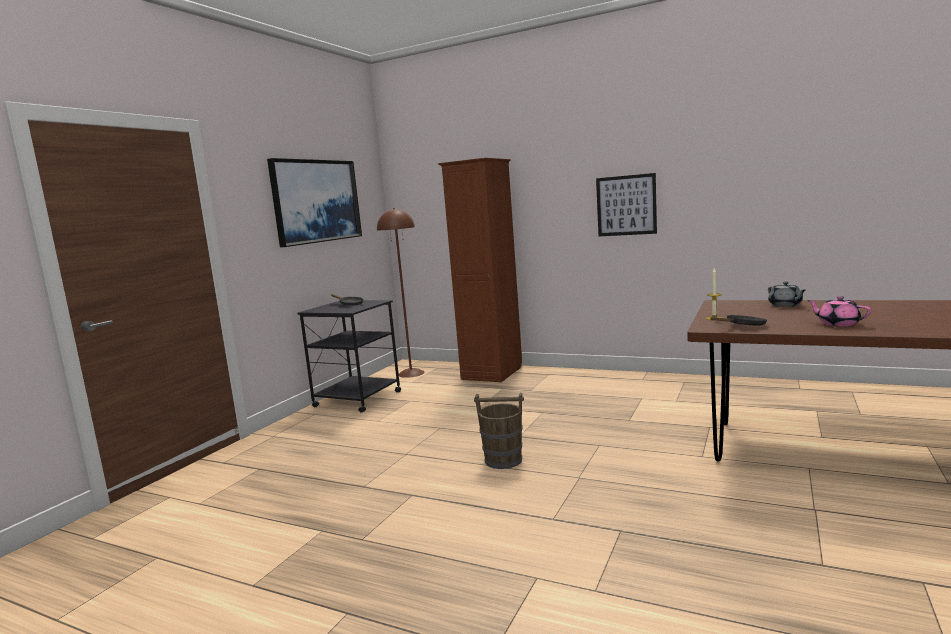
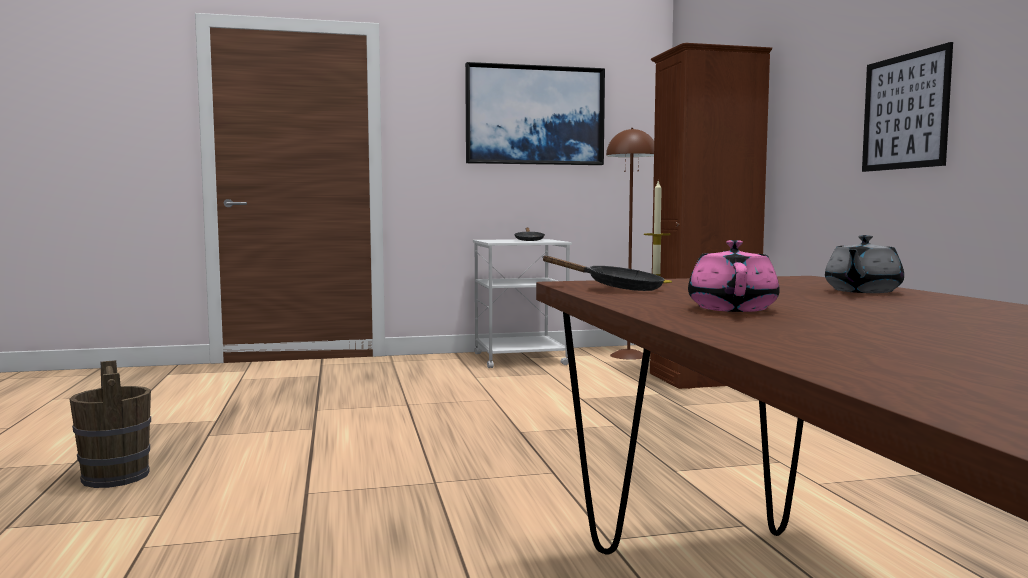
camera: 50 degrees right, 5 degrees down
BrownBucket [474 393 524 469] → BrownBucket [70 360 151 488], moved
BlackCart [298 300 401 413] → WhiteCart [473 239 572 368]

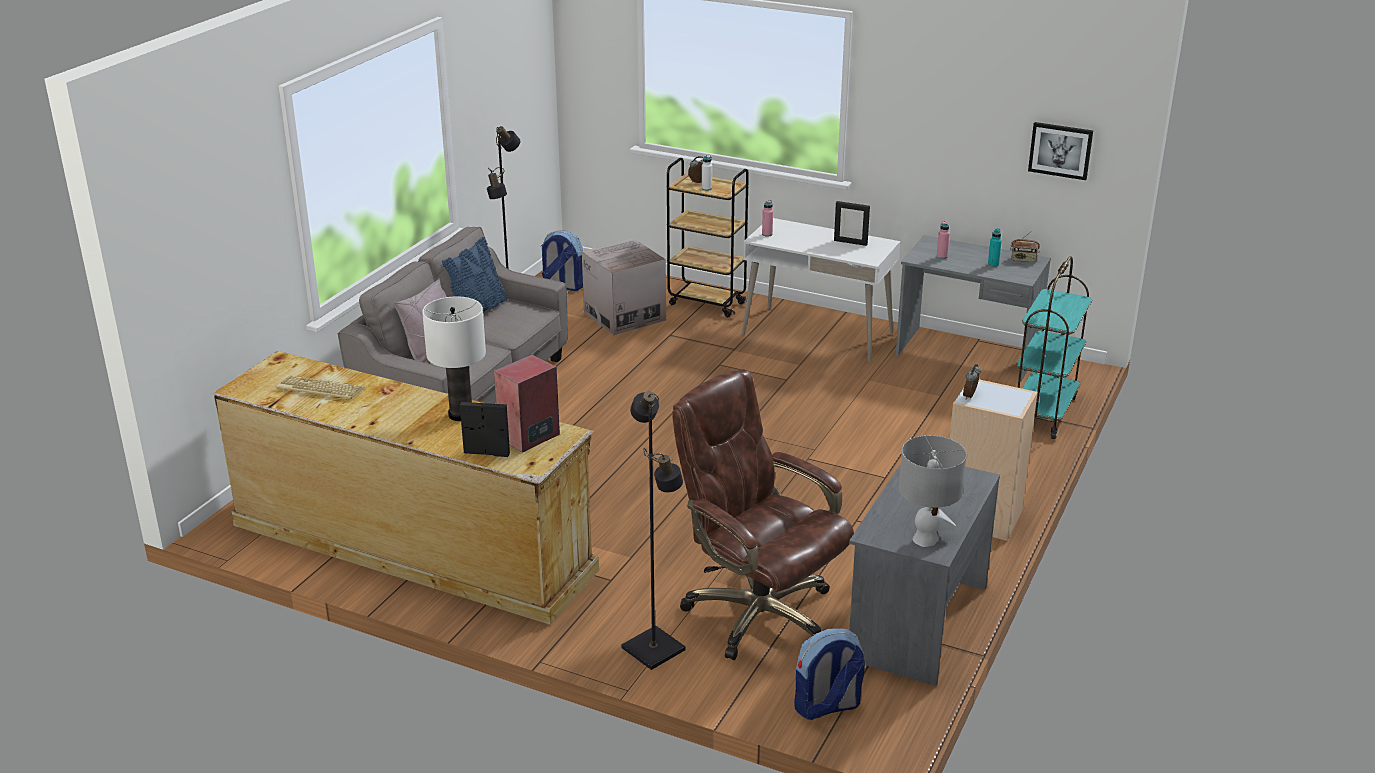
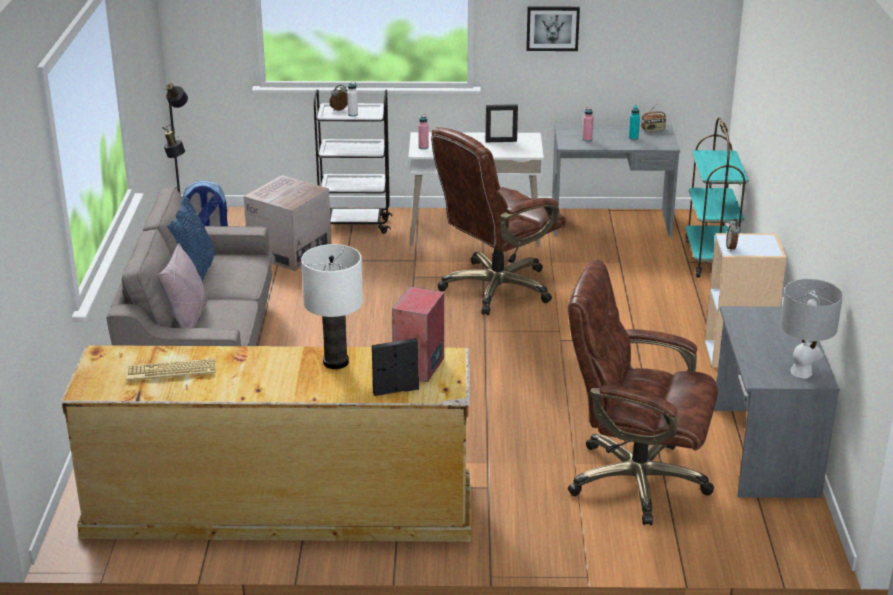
camera: 25 degrees left, 0 degrees up
BlackFloorLamp [621 391 686 670] → -
Backpack [794 628 865 720] → -
- → BrownOfficeChair [431 127 566 315]
Picture [1028 122 1093 180] → Picture [526 6 580 51], moved
BrownCart [667 158 749 317] → WhiteCart [314 89 392 234]

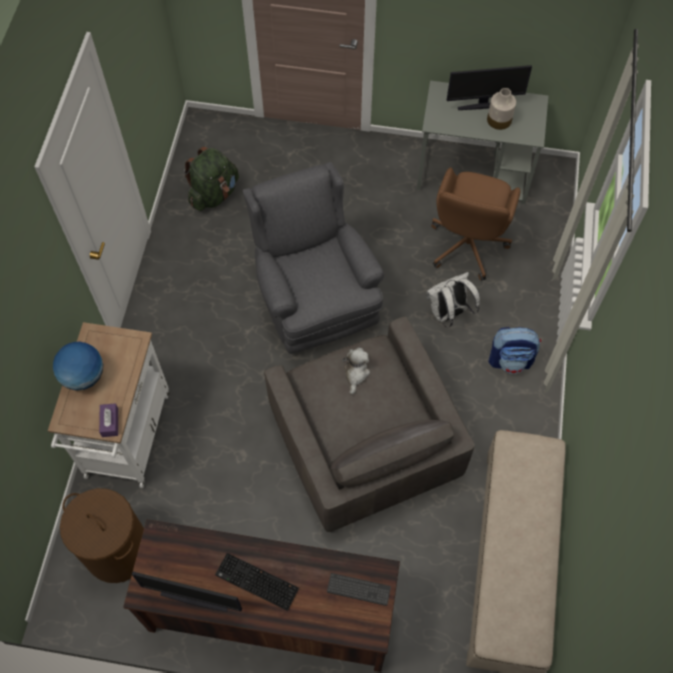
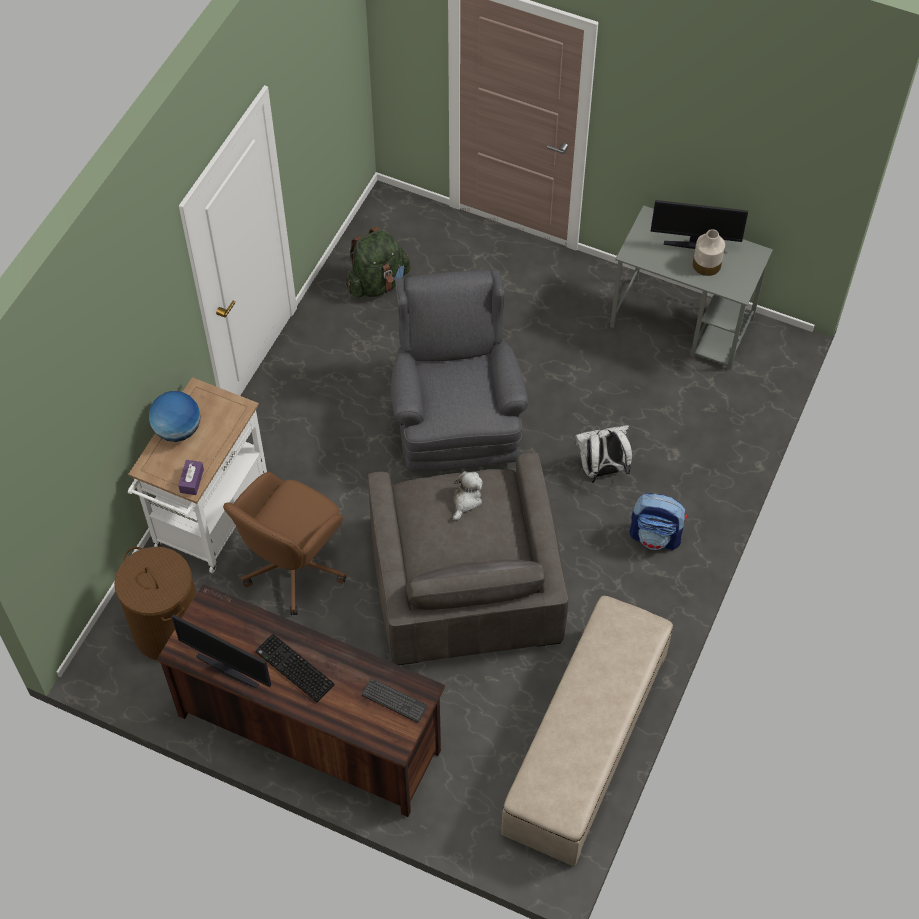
camera: 15 degrees right, 5 degrees down
BrownOfficeChair [431 167 521 281] → BrownOfficeChair [223 472 346 615], moved

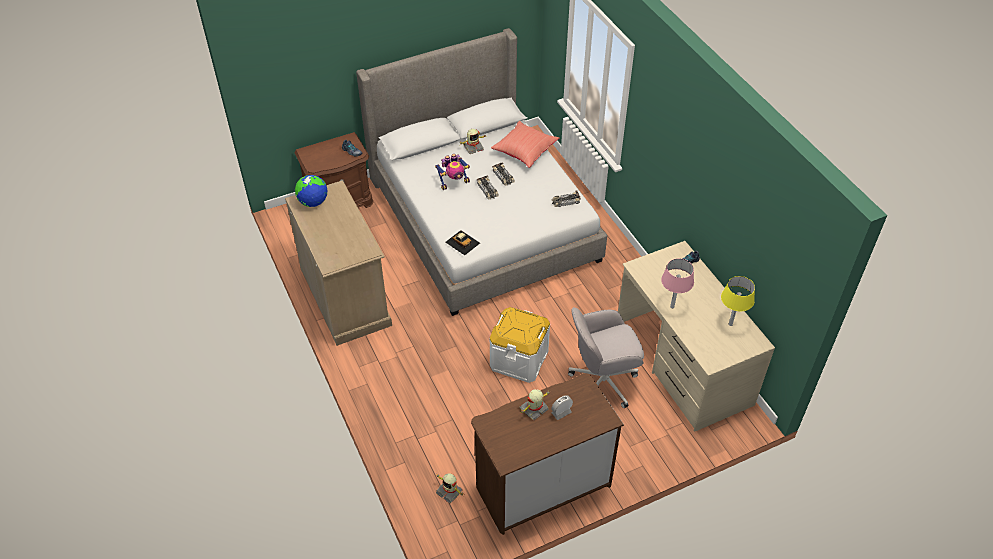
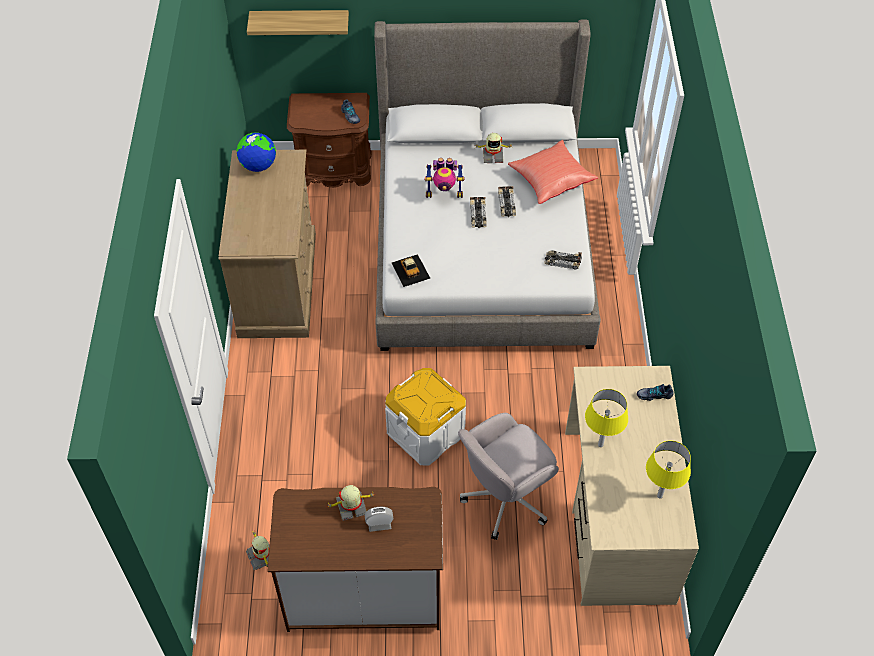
camera: 25 degrees right, 5 degrees up
- → Shelf [247 10 349 35]
PinkTableLamp [661 258 694 308] → YellowTableLamp [585 389 628 447]
GreyOfficeChair [568 307 644 408] → GreyOfficeChair [458 413 559 540], 45 degrees counterclockwise

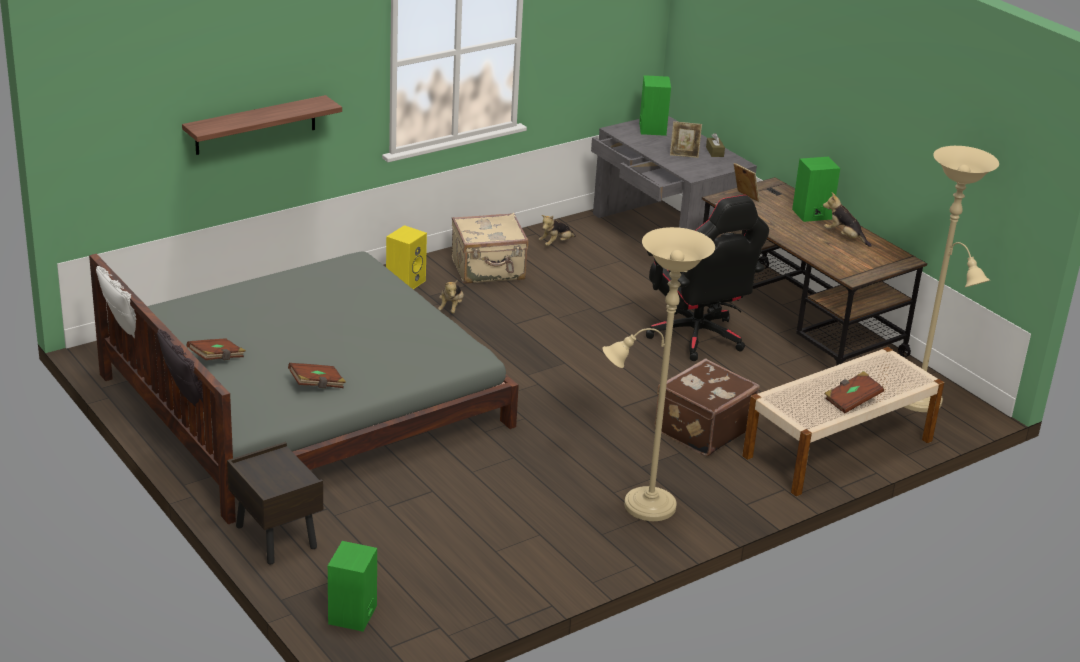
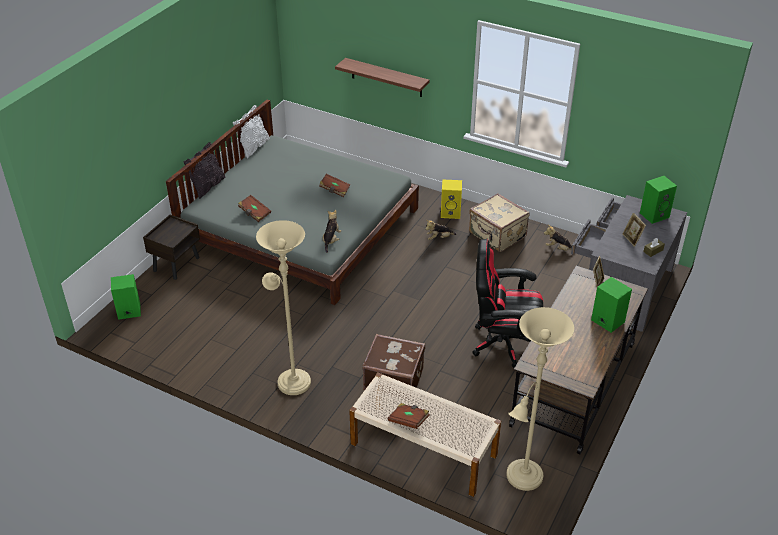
camera: 65 degrees right, 10 degrees up
BrownBook [187 338 246 360] → BrownBook [319 174 350 197], moved
PlushToy [823 192 872 247] → PlushToy [322 210 341 253], moved
BlackOfficeChair [646 195 769 361] → BlackOfficeChair [472 239 543 368], 60 degrees clockwise

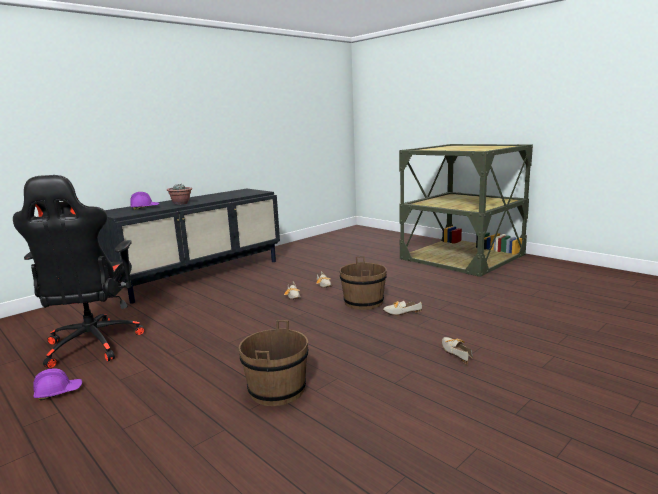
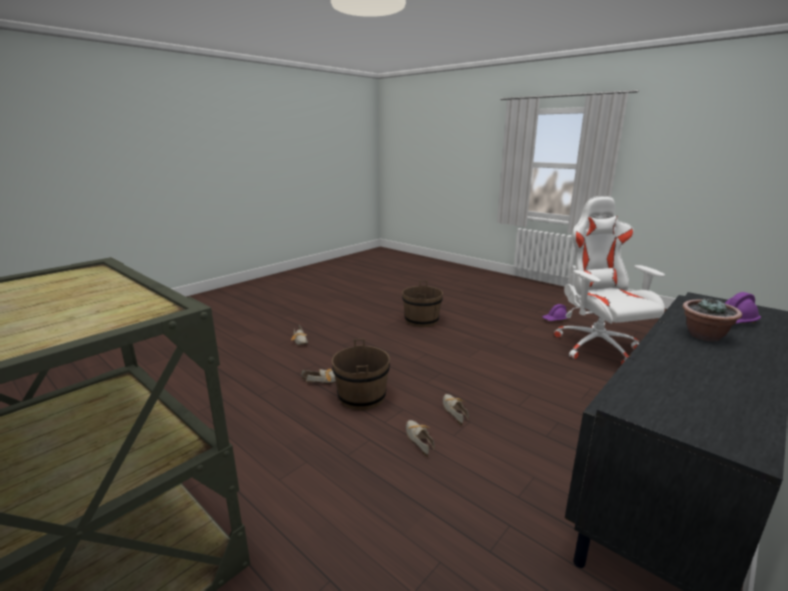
camera: 175 degrees right, 5 degrees up
BlackOfficeChair [13 175 144 368] → WhiteOfficeChair [554 196 665 365]

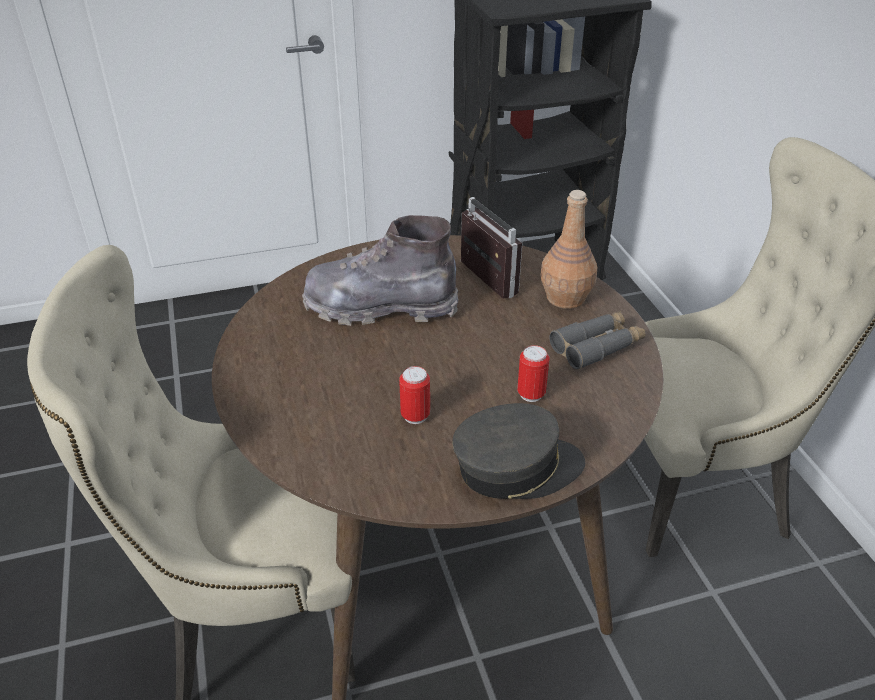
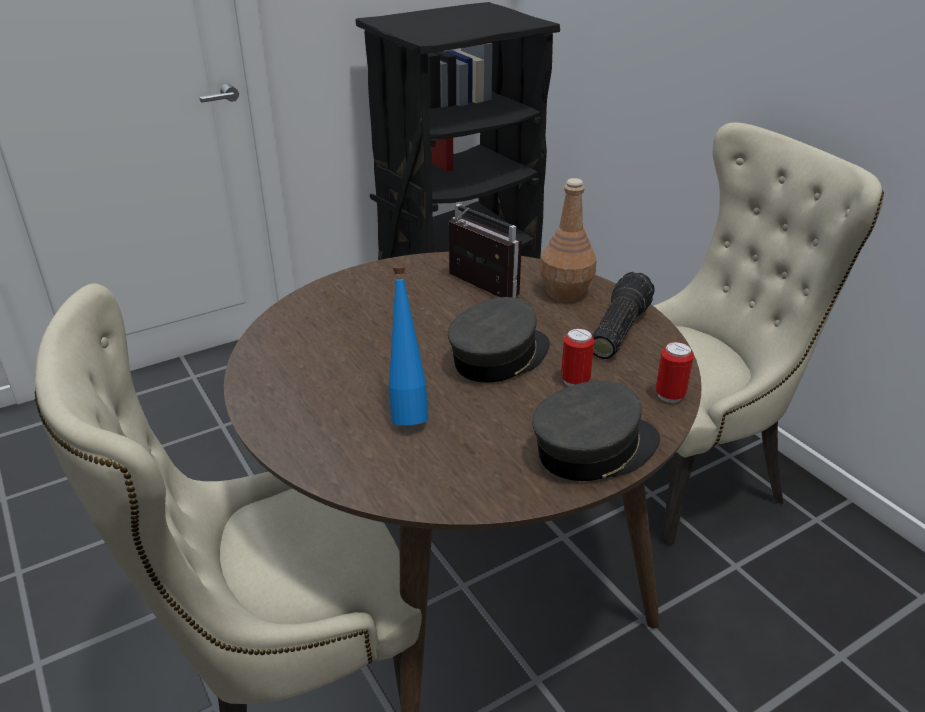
camera: 15 degrees left, 5 degrees down
GreyBoot [302 215 458 326] → -
- → BlueBottle [389 267 428 425]
- → GreyCap [448 297 550 383]
Can [399 366 430 424] → Can [656 342 694 403], moved
GreyBinoculars [550 311 646 370] → Flashlight [592 272 655 359]

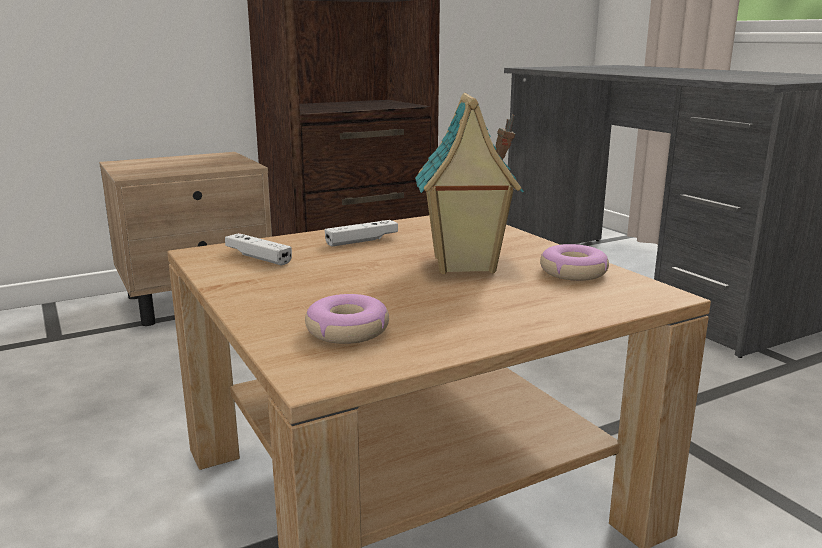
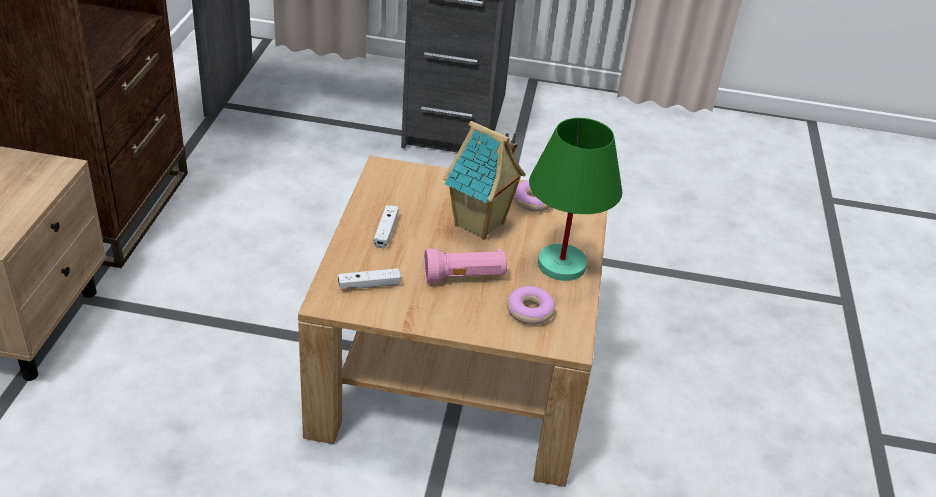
camera: 55 degrees left, 20 degrees up
- → PinkFlashlight [424 249 508 283]
- → GreenTableLamp [529 118 622 281]

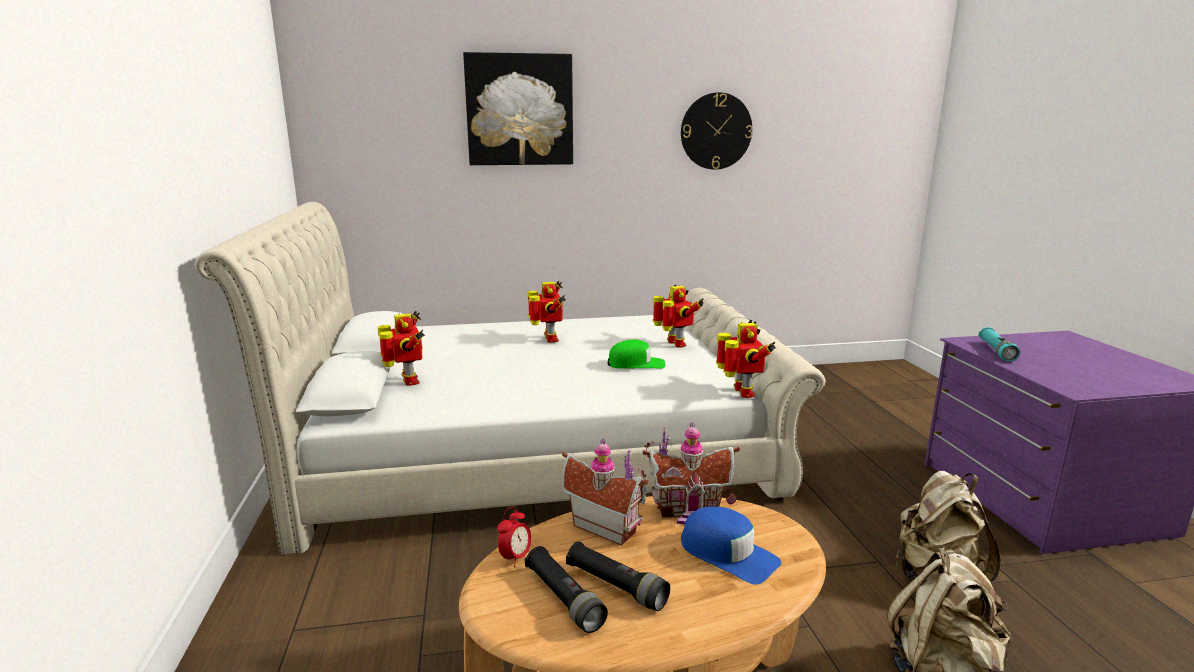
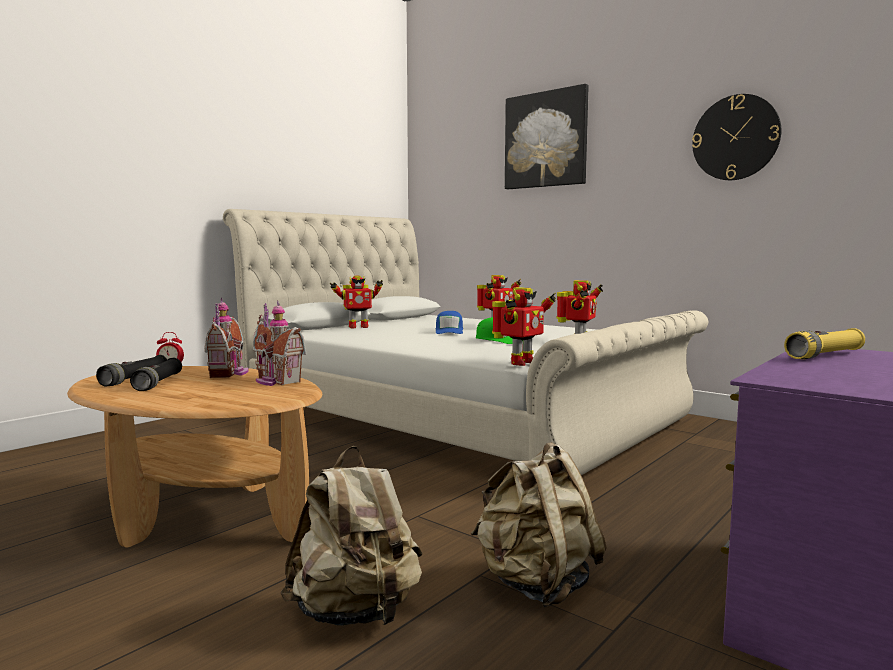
camera: 50 degrees right, 10 degrees down
BlueCap [681 507 781 585] → BlueCap [436 311 463 334], moved
TurquoiseFlashlight [978 327 1020 362] → YellowFlashlight [784 328 865 359]
ToyRobot [378 311 425 386] → ToyRobot [330 276 383 328], 45 degrees clockwise

